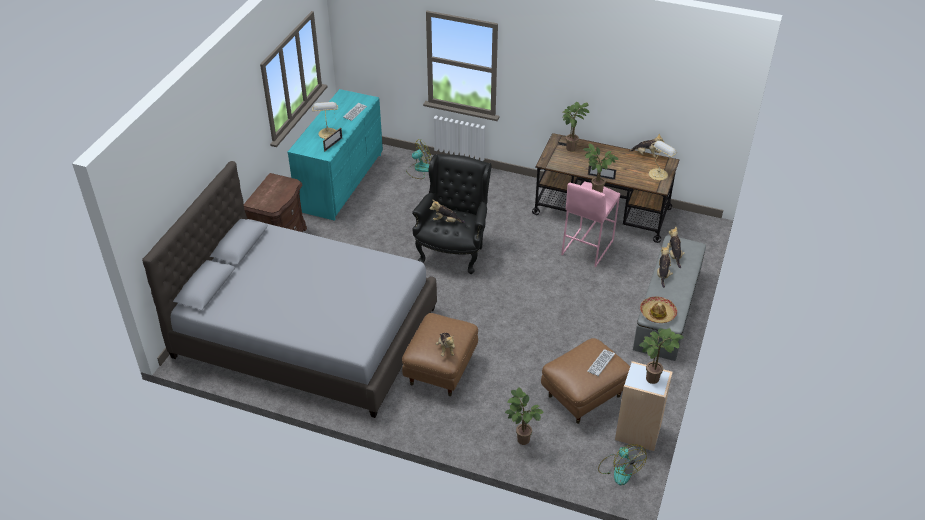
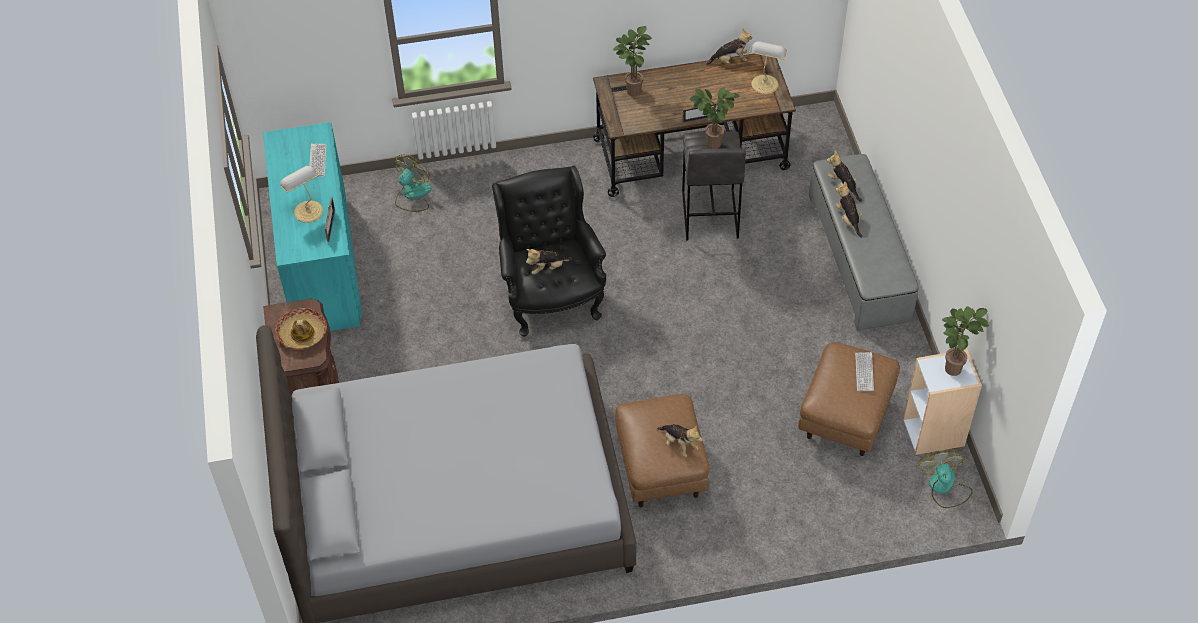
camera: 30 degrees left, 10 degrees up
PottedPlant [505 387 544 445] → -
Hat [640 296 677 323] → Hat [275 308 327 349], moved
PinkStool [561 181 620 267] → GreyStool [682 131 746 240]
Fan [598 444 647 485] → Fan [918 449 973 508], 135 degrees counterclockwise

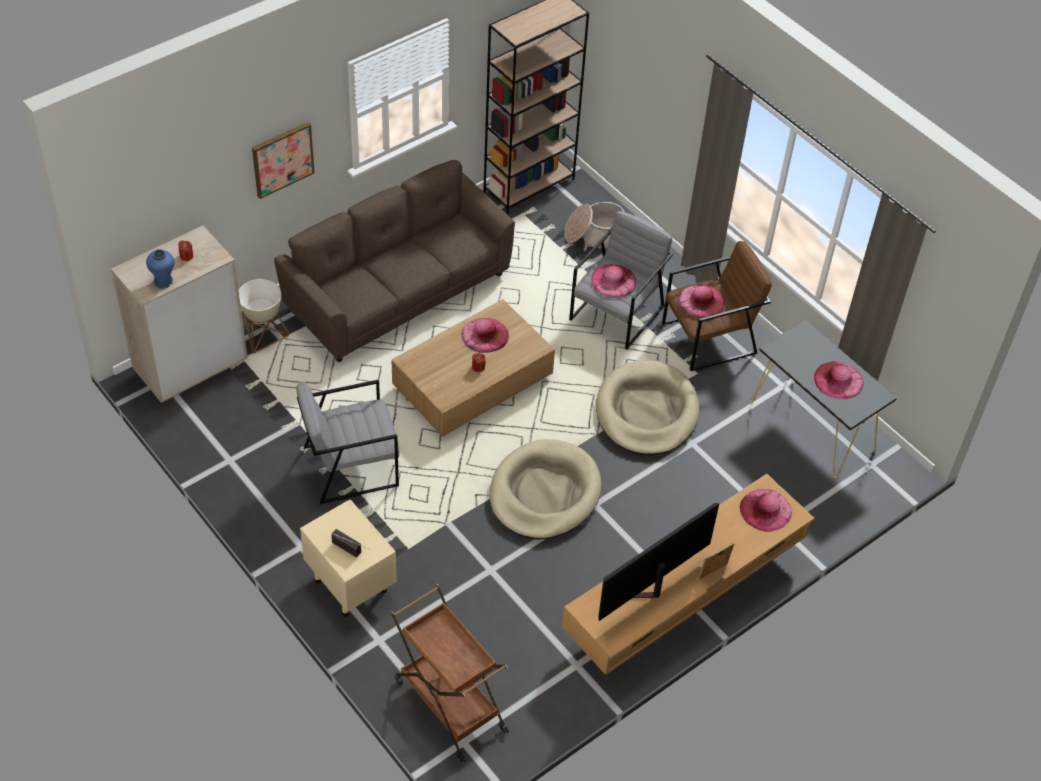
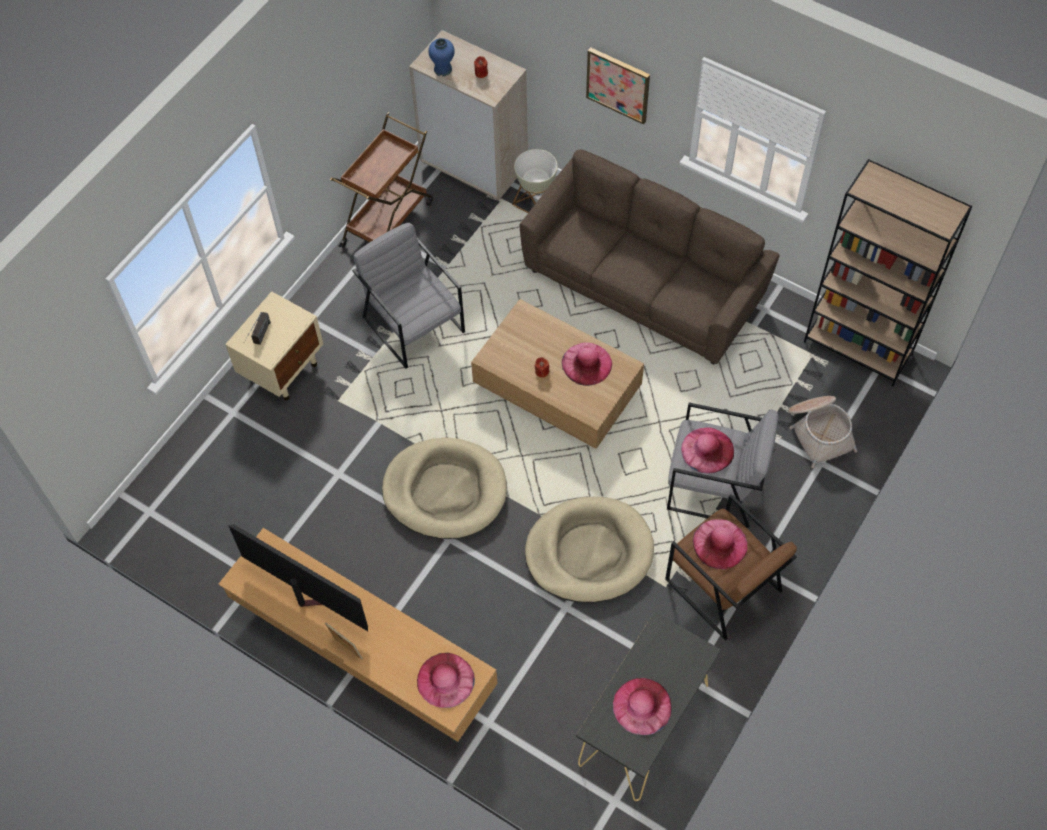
camera: 75 degrees right, 10 degrees up
BrownCart [391 583 509 763] → BrownCart [330 112 433 248], moved

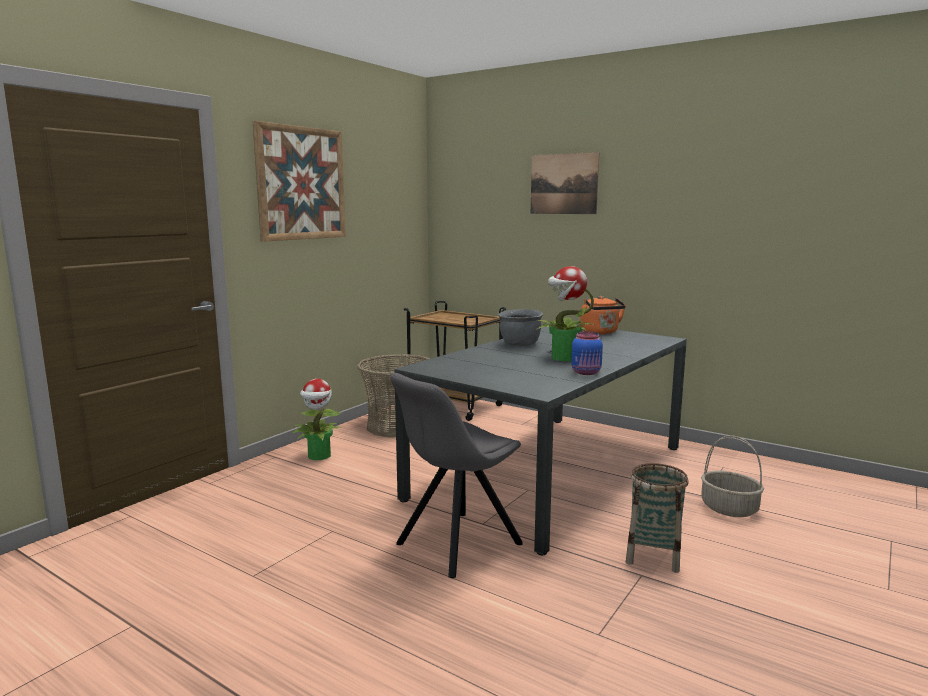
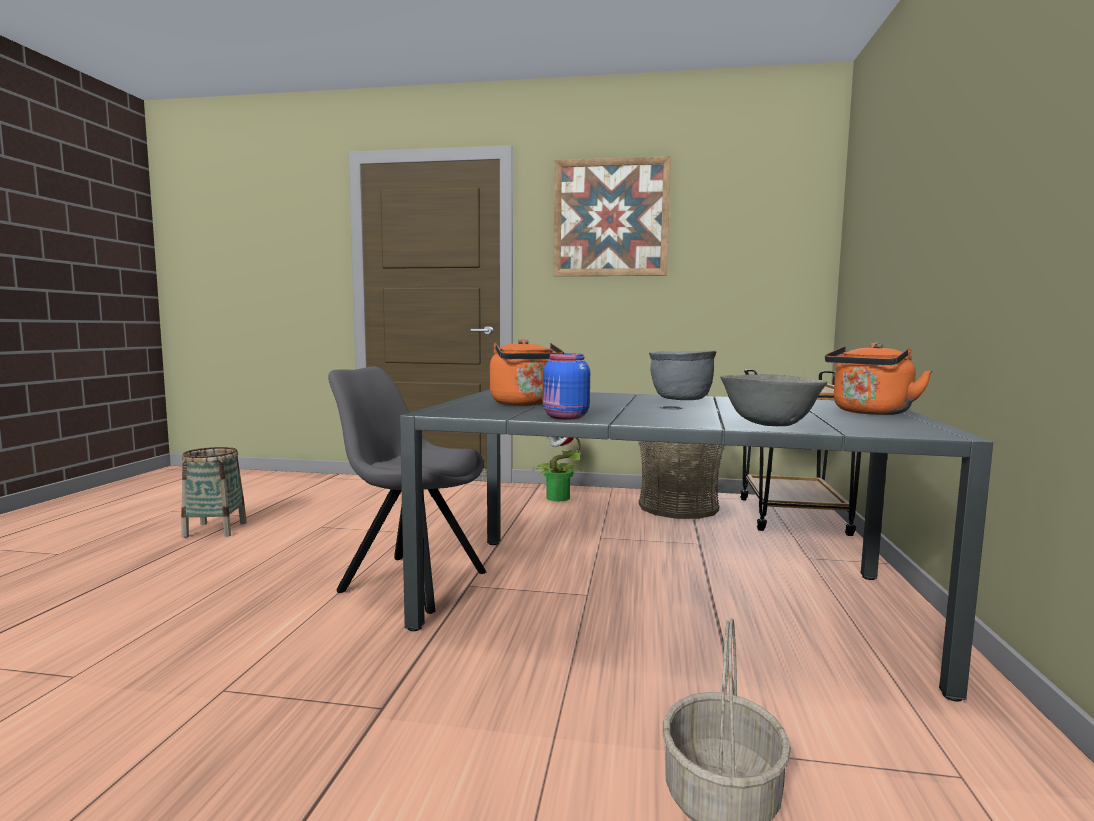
camera: 65 degrees right, 5 degrees down
Picture [531 152 599 214] → -
PottedPlant [536 266 595 361] → -
- → OrangeKettle [490 339 564 406]
- → GreyBowl [720 374 828 426]
Basket [626 463 689 573] → Basket [181 447 247 538], moved

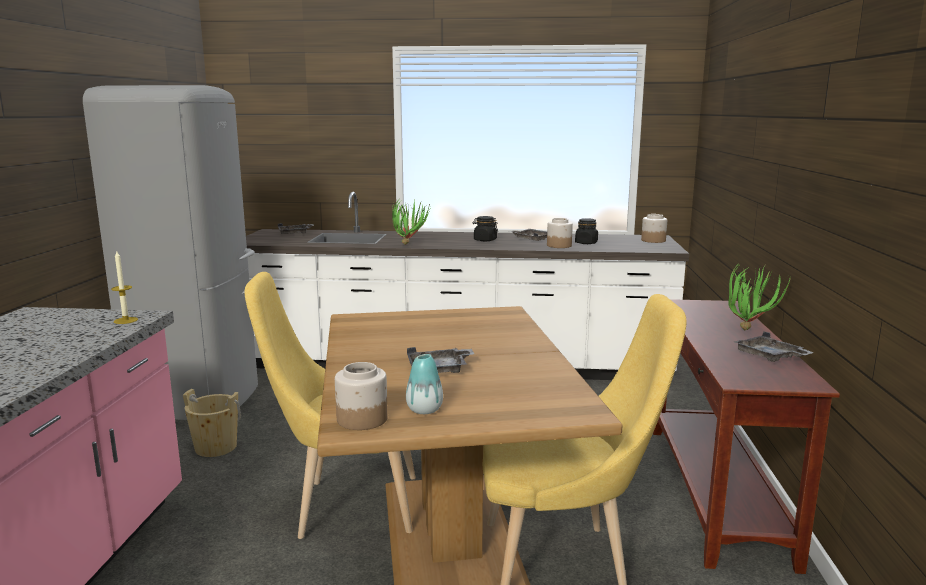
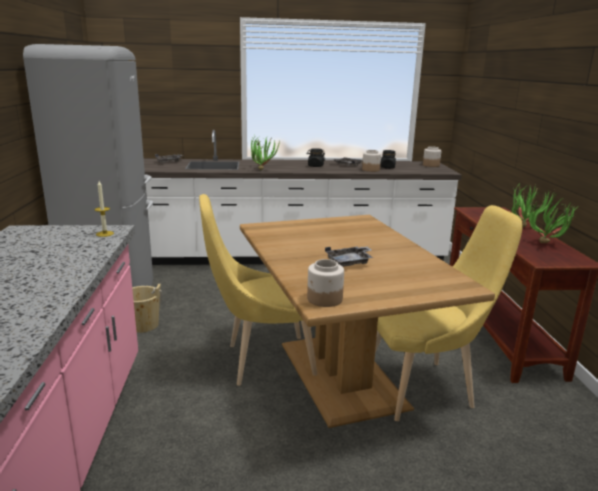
camera: 10 degrees left, 5 degrees up
Vase [406 354 443 414] → -
GreyTray [734 332 814 362] → PottedPlant [529 196 579 243]

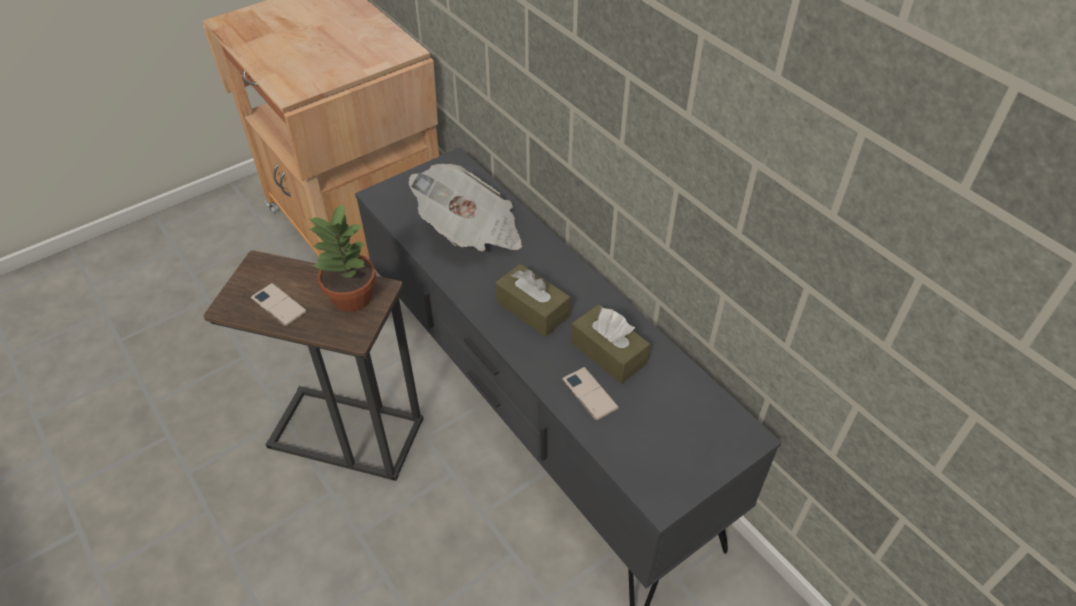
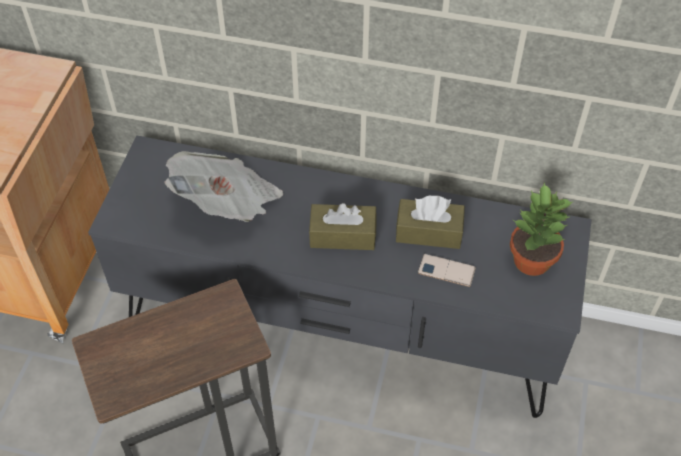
camera: 40 degrees left, 5 degrees up
Phone [251 283 307 327] → -
PottedPlant [308 202 376 312] → PottedPlant [510 182 574 276], moved

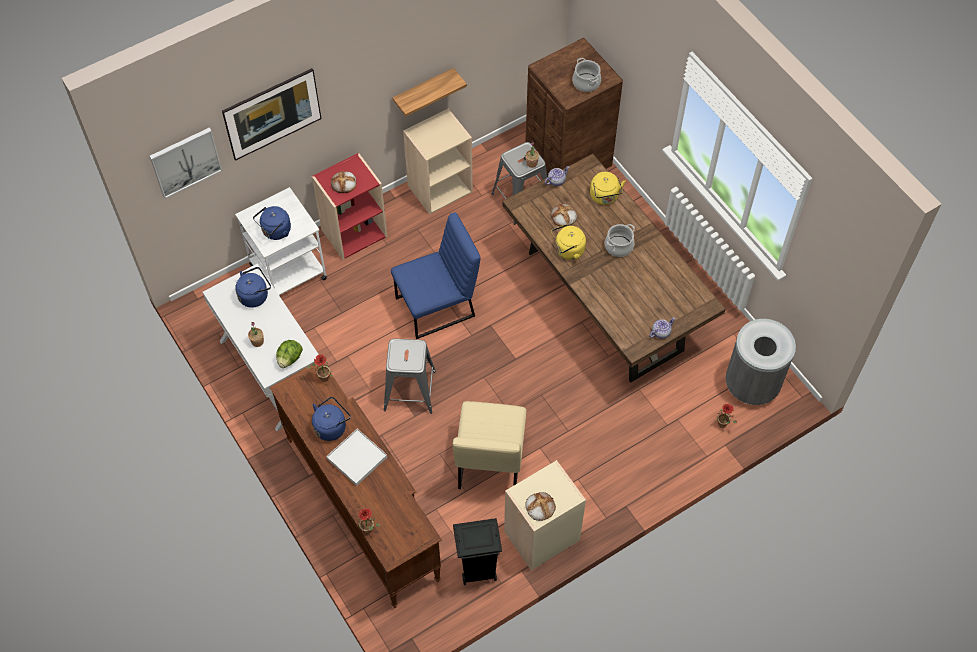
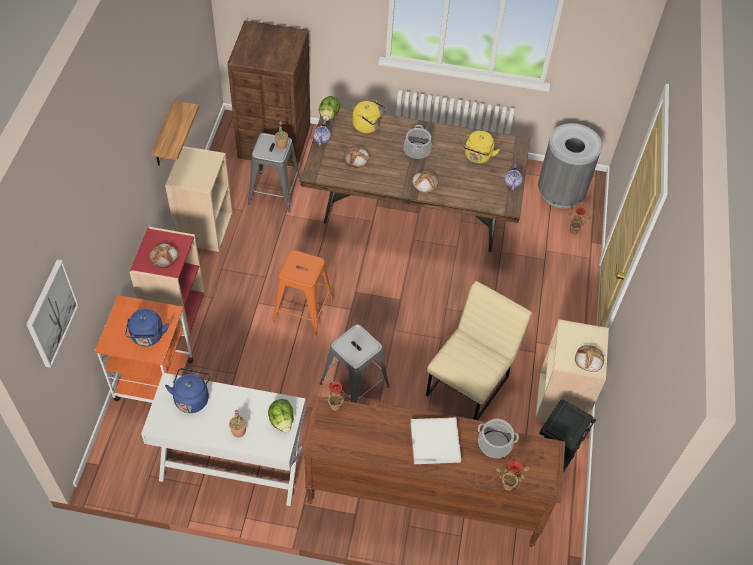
camera: 50 degrees left, 5 degrees down
Picture [222 68 321 161] → -
BlueKettle [312 397 351 441] → -
- → Lettuce [319 96 340 121]
- → Bread [412 171 438 193]
YellowKettle [551 224 586 260] → YellowKettle [463 131 500 164], moved
CookingPot [573 58 601 92] → CookingPot [478 419 519 458], moved
BlueChair [391 212 481 339] → OrangeStool [273 250 333 335]
WhiteCart [235 187 327 295] → OrangeCart [94 295 193 403]
BeigeChair [453 401 527 489] → BeigeChair [426 281 532 420], 105 degrees counterclockwise

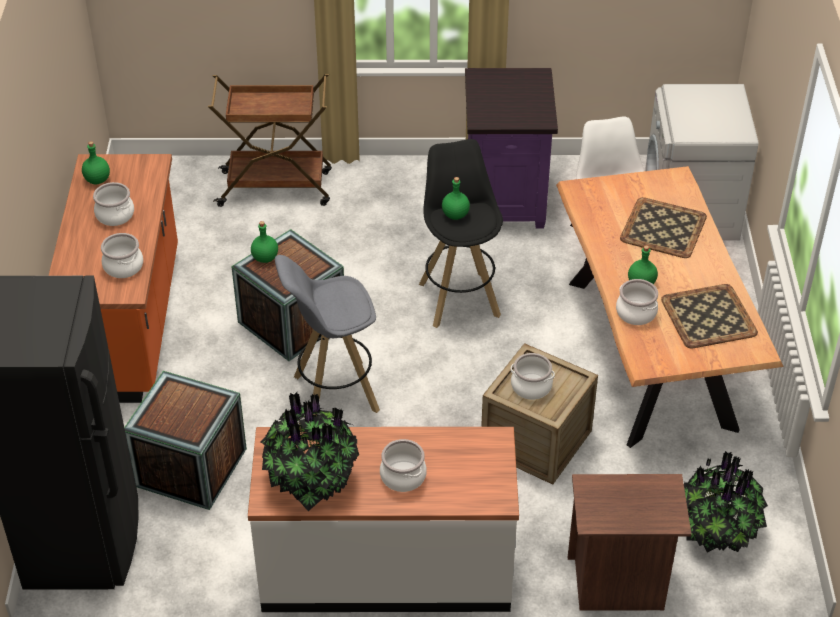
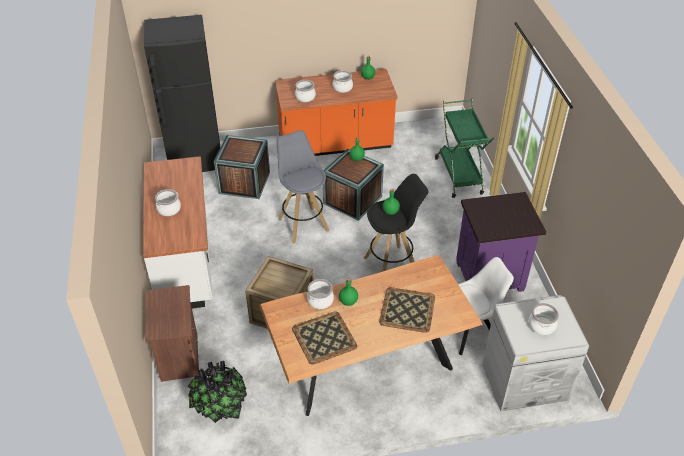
camera: 80 degrees right, 0 degrees up
PottedPlant [260 392 359 511] → -
CookingPot [510 353 555 400] → CookingPot [528 303 559 335], moved
BrownCart [208 74 332 207] → GreenCart [435 98 494 198]

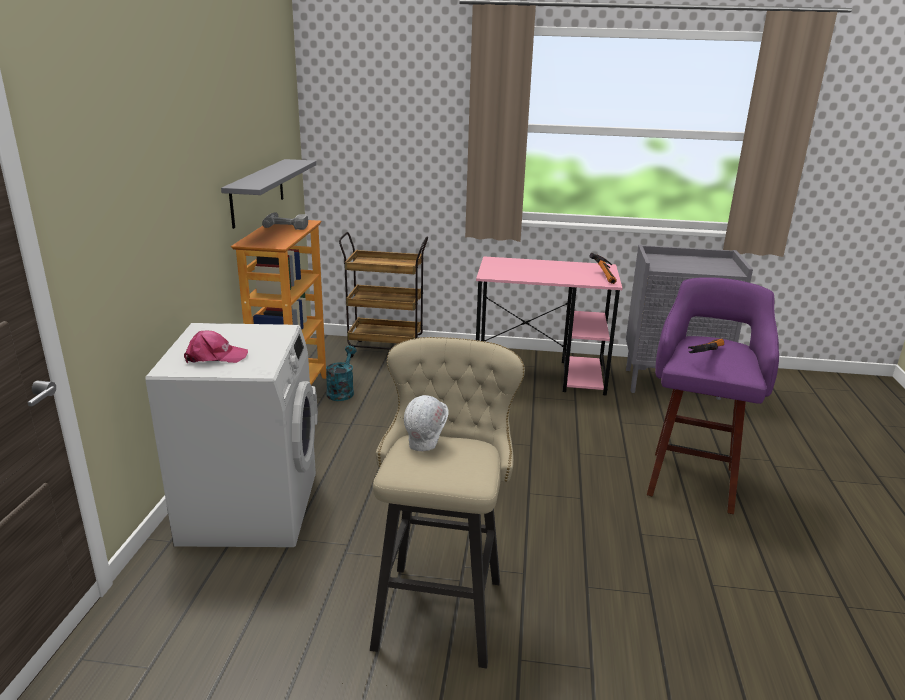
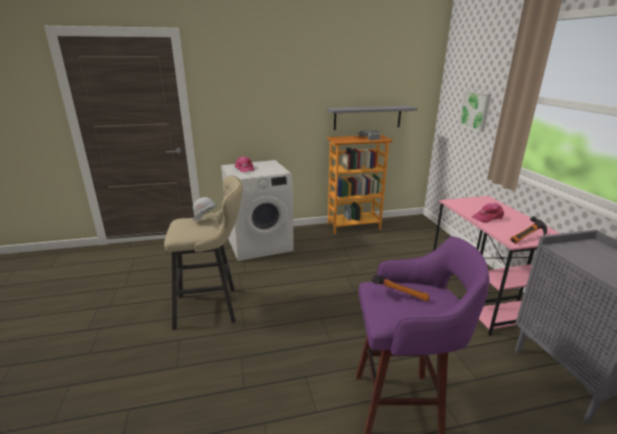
camera: 70 degrees right, 0 degrees up
TurquoiseWateringCan [326 346 356 401] → -
BrownCart [339 232 428 358] → -
- → Picture [459 90 491 132]
- → PinkCap [471 203 504 223]

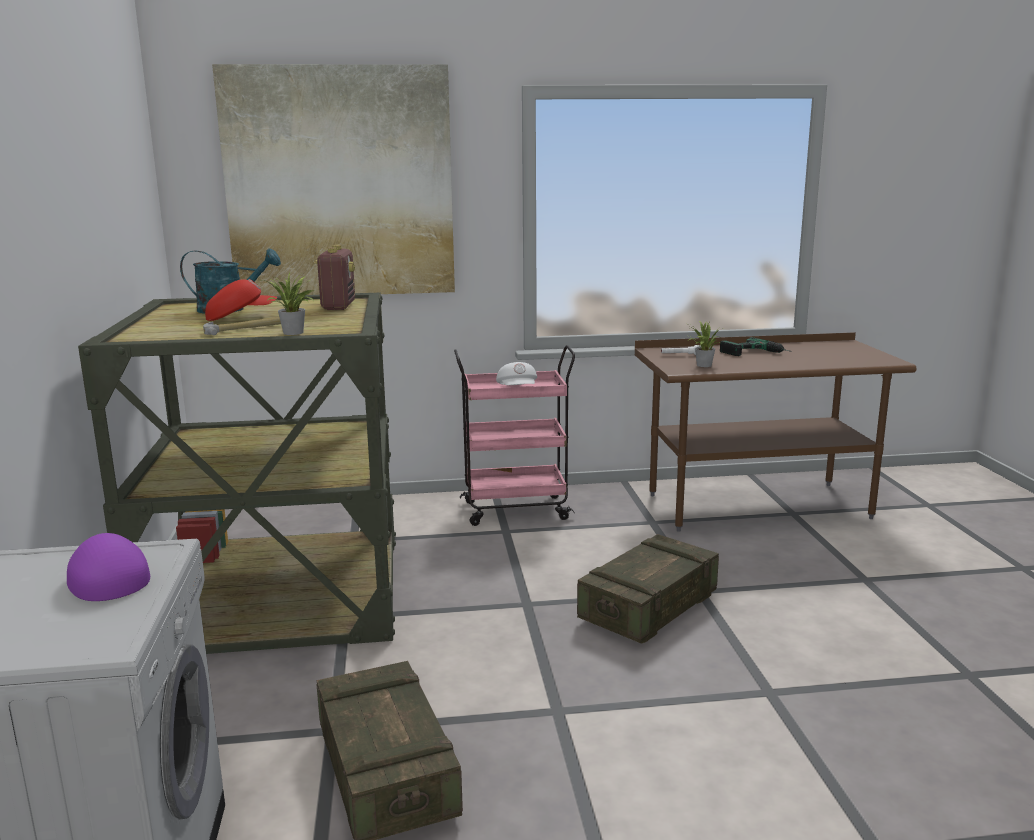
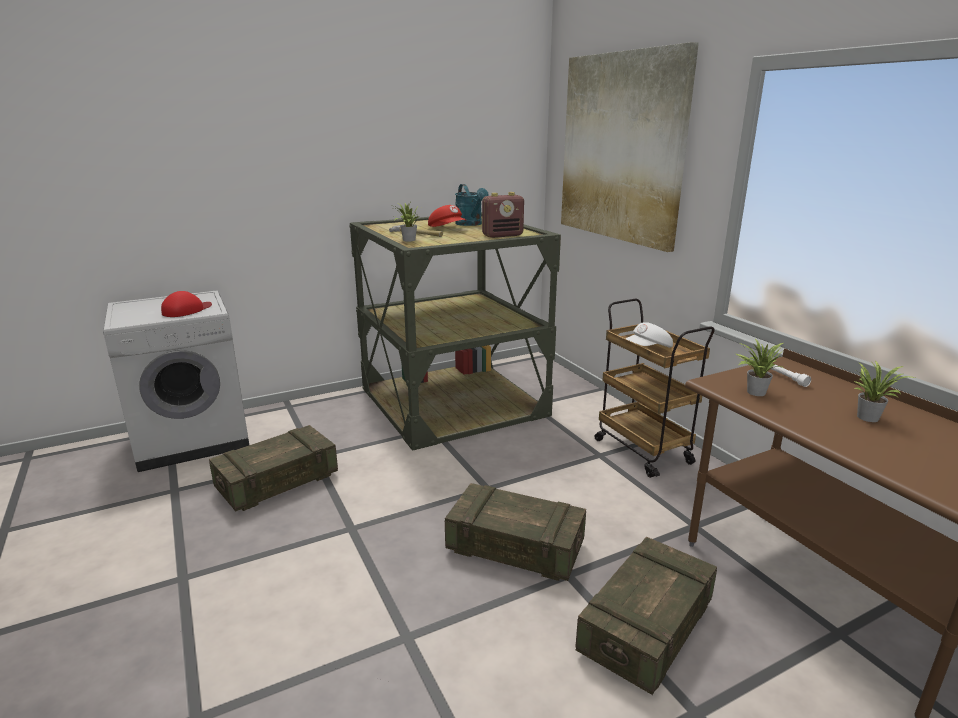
camera: 70 degrees right, 5 degrees up
- → Crate [575 537 717 695]
PowerDrill [720 337 792 356] → PottedPlant [854 360 915 422]
PurpleCap [67 533 150 601] → RedCap [161 291 212 317]
PinkCart [454 345 575 526] → BrownCart [594 299 714 478]

